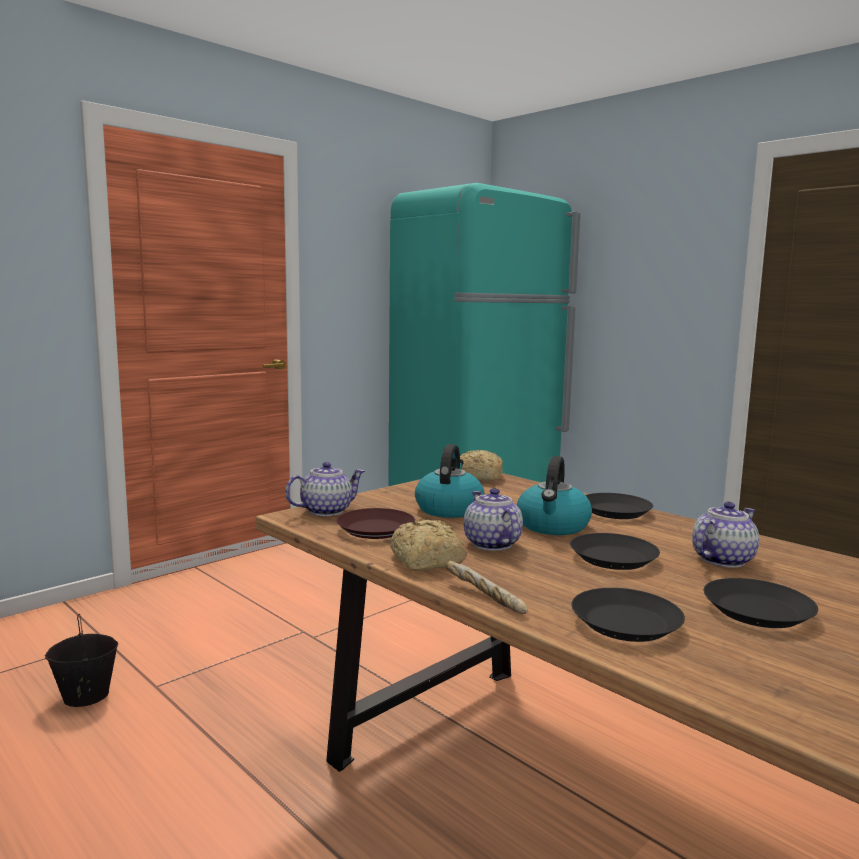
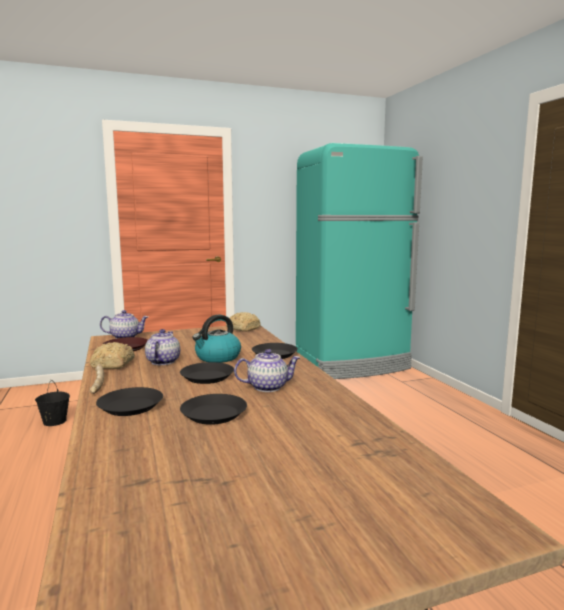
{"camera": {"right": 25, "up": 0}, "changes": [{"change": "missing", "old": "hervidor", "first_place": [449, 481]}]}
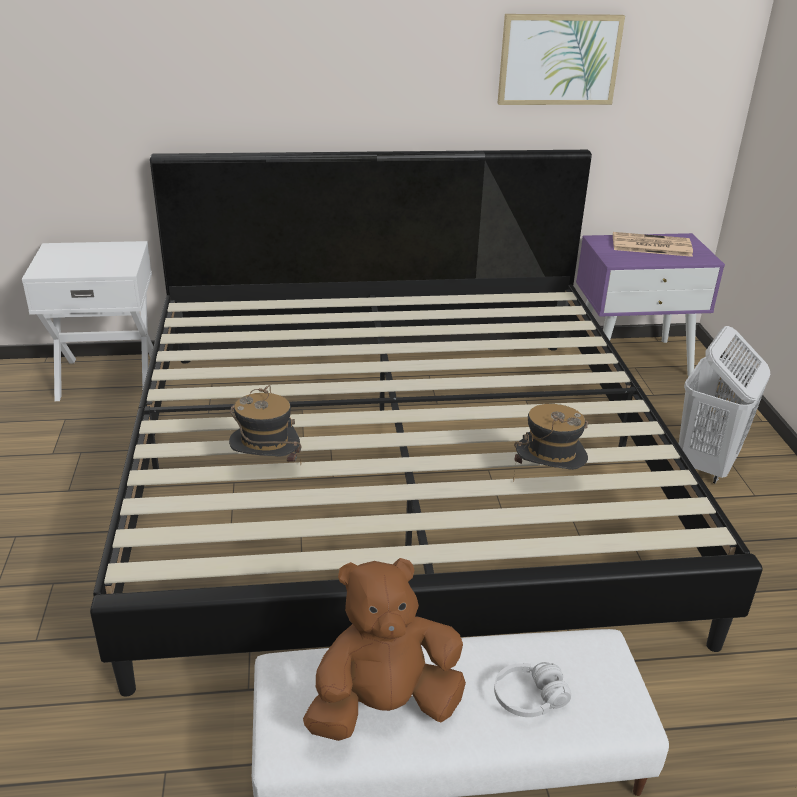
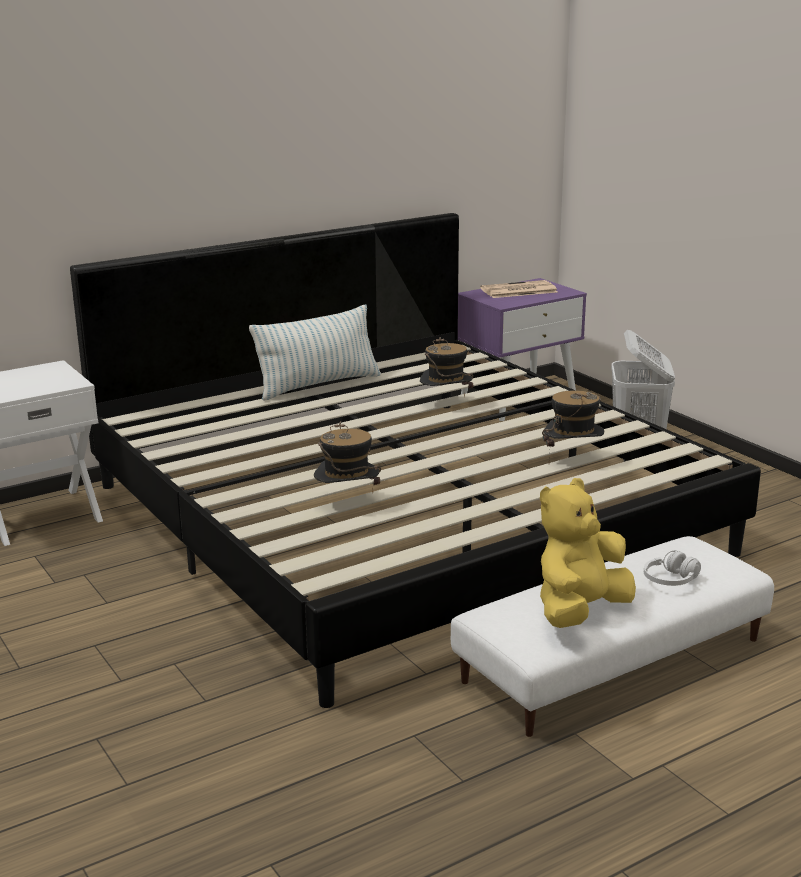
{"camera": {"right": -25, "up": -10}, "changes": [{"change": "colour", "old": "peluche (marrón)", "new": "peluche (amarillo)", "first_place": [384, 649], "second_place": [588, 553]}, {"change": "missing", "old": "cuadro", "first_place": [561, 59]}, {"change": "appeared", "new": "cojín", "second_place": [315, 353]}, {"change": "appeared", "new": "sombrero", "second_place": [446, 367]}]}
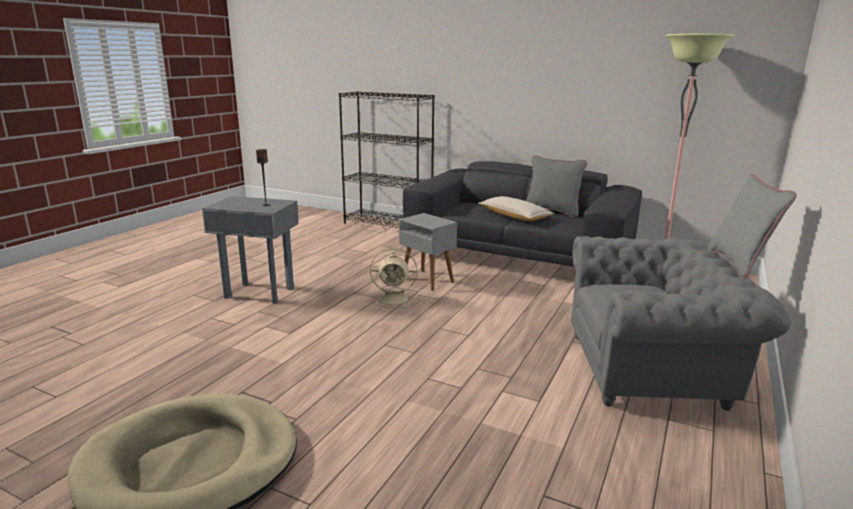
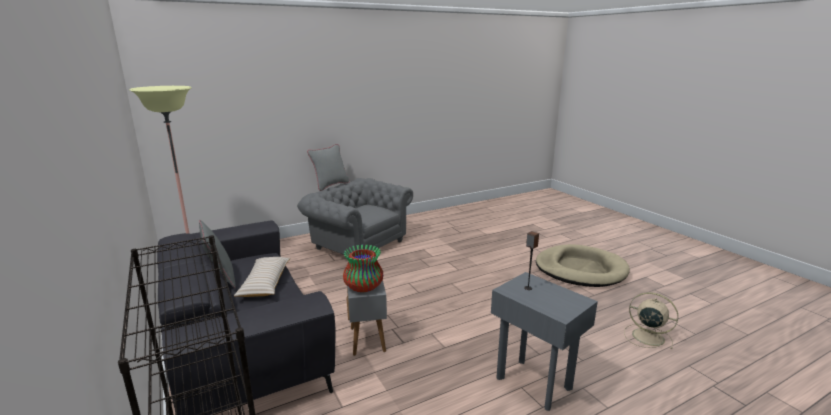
{"camera": {"right": -145, "up": 0}, "changes": [{"change": "relocated", "old": "ventilador (beis)", "first_place": [394, 278], "second_place": [651, 320]}, {"change": "appeared", "new": "florero", "second_place": [363, 268]}]}
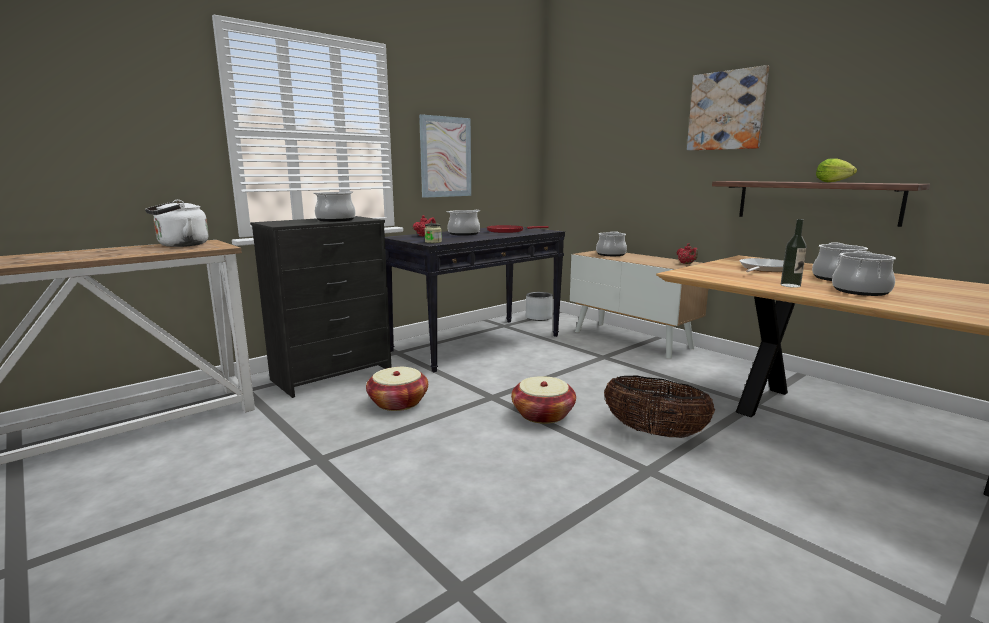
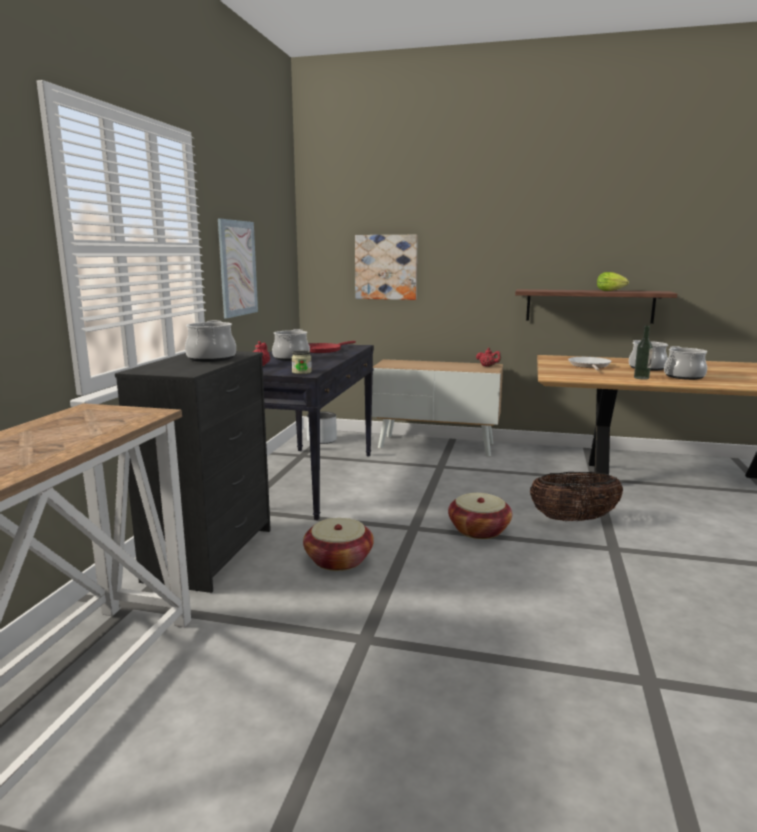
{"camera": {"right": -35, "up": 0}, "changes": [{"change": "missing", "old": "hervidor (blanco)", "first_place": [177, 223]}, {"change": "missing", "old": "olla", "first_place": [611, 243]}, {"change": "relocated", "old": "cuadro", "first_place": [728, 108], "second_place": [386, 267]}]}
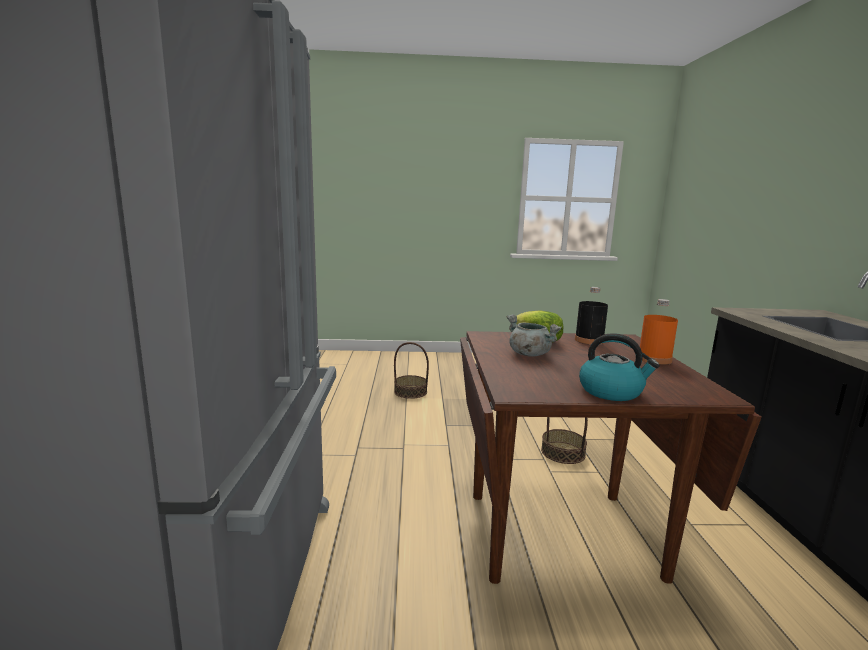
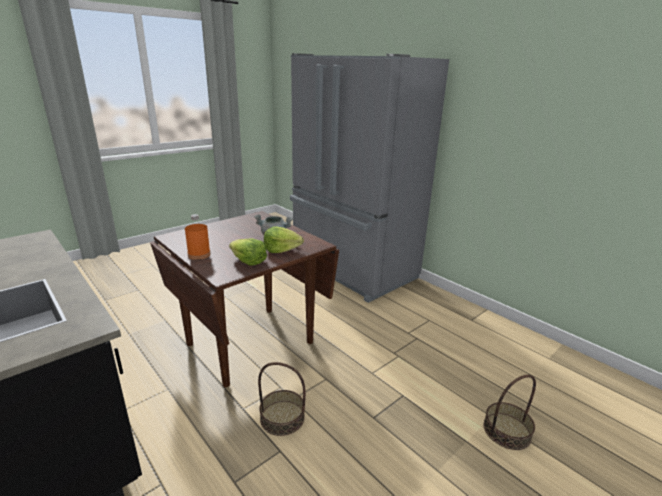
{"camera": {"right": 140, "up": 10}, "changes": [{"change": "exchanged", "old": "botella (negro)", "new": "lechuga", "first_place": [591, 316], "second_place": [248, 252]}, {"change": "missing", "old": "hervidor", "first_place": [619, 367]}]}
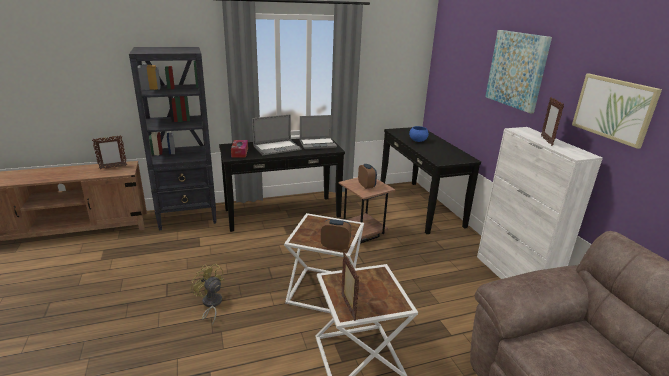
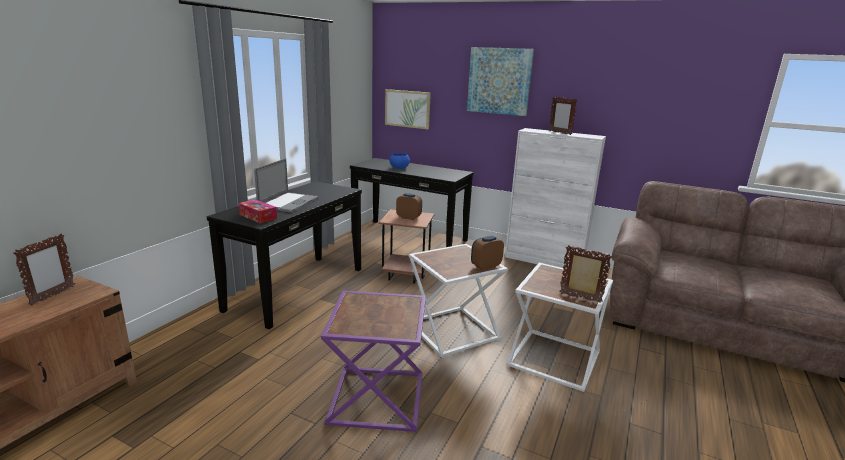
{"camera": {"right": -45, "up": -5}, "changes": [{"change": "missing", "old": "estantería (negro)", "first_place": [173, 139]}, {"change": "exchanged", "old": "ventilador (amarillo)", "new": "mesa auxiliar (morado)", "first_place": [207, 295], "second_place": [373, 361]}, {"change": "missing", "old": "portátil", "first_place": [318, 132]}, {"change": "relocated", "old": "cuadro", "first_place": [617, 111], "second_place": [408, 109]}]}
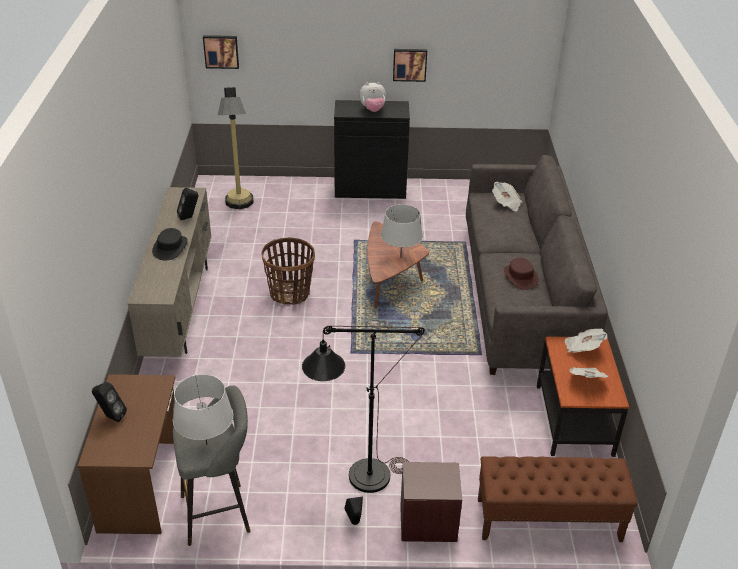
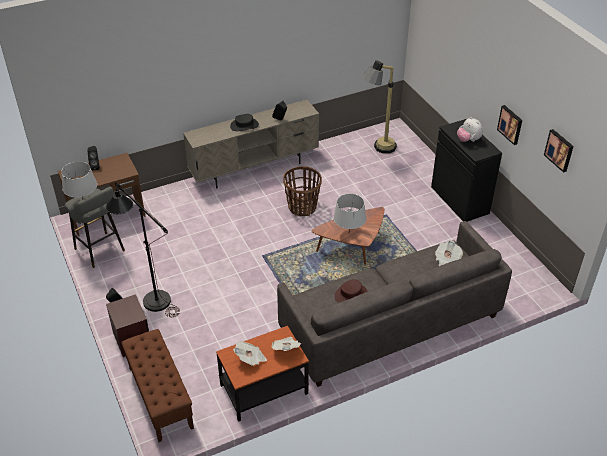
{"camera": {"right": 65, "up": 5}, "changes": [{"change": "relocated", "old": "cuadro", "first_place": [221, 52], "second_place": [559, 151]}]}
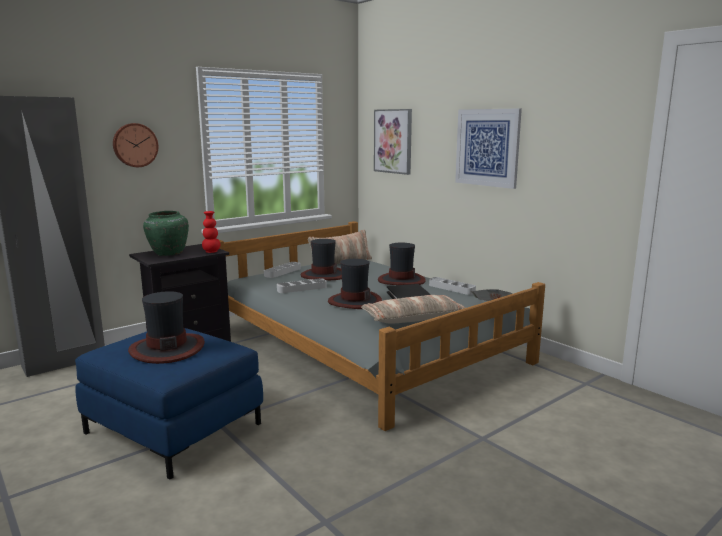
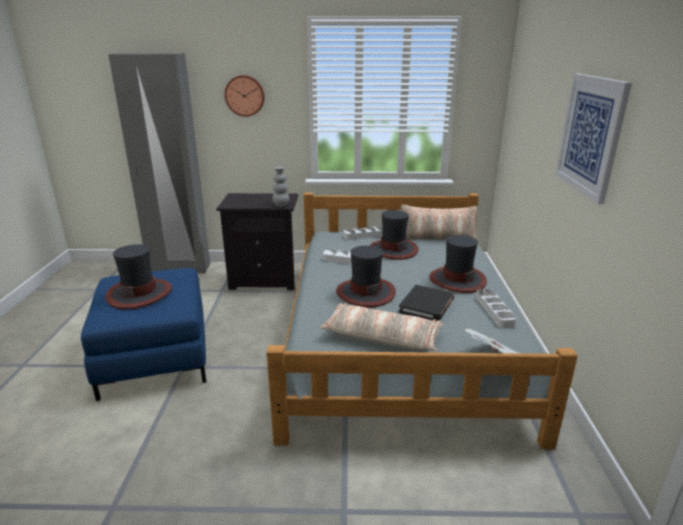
{"camera": {"right": 40, "up": 10}, "changes": [{"change": "missing", "old": "florero (verde)", "first_place": [166, 233]}, {"change": "colour", "old": "florero (rojo)", "new": "florero (gris)", "first_place": [211, 232], "second_place": [280, 187]}, {"change": "missing", "old": "cuadro", "first_place": [393, 142]}]}
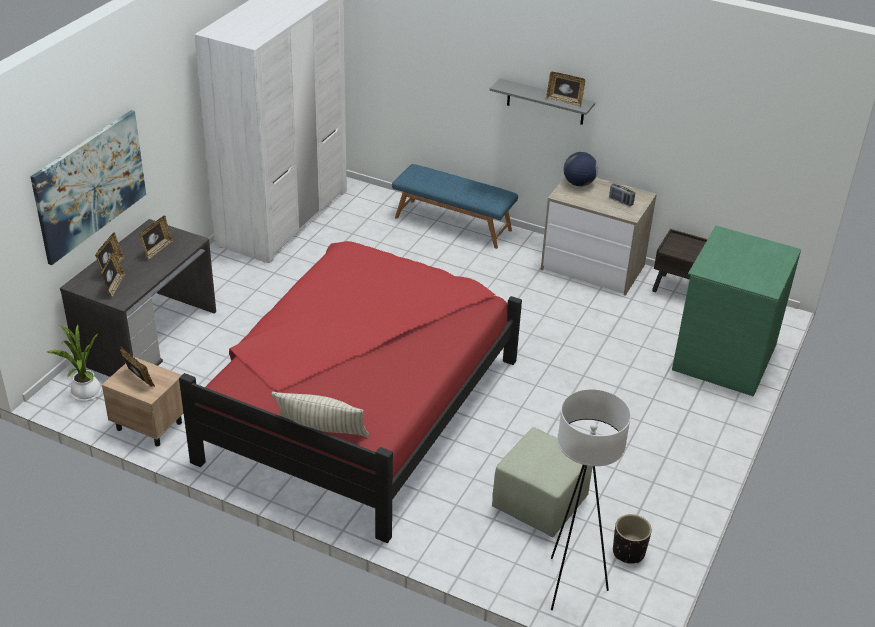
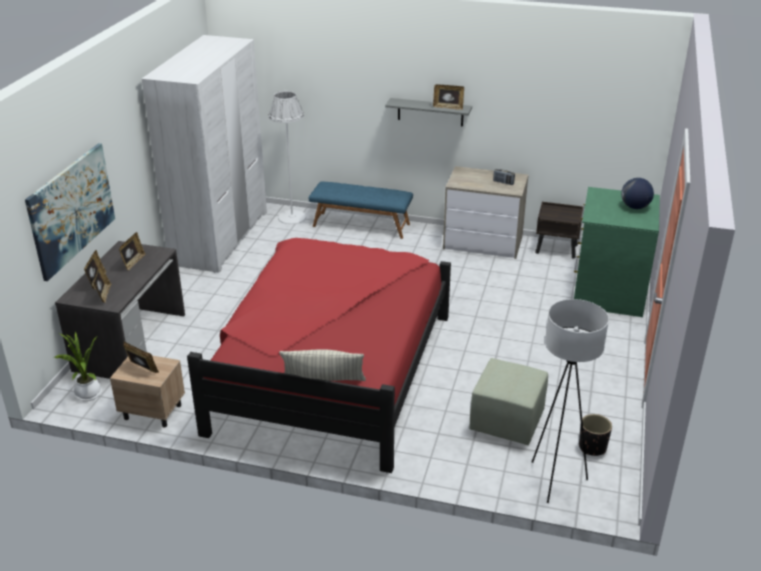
{"camera": {"right": -10, "up": -5}, "changes": [{"change": "relocated", "old": "globo terráqueo", "first_place": [581, 169], "second_place": [637, 193]}, {"change": "appeared", "new": "lámpara de pie (blanco)", "second_place": [287, 157]}]}
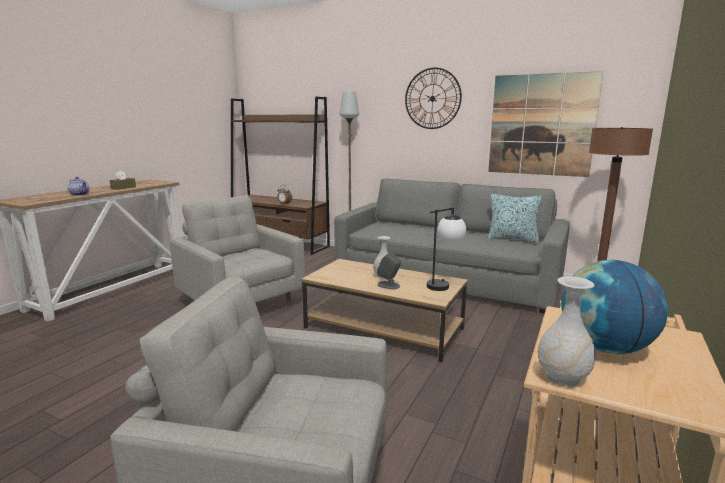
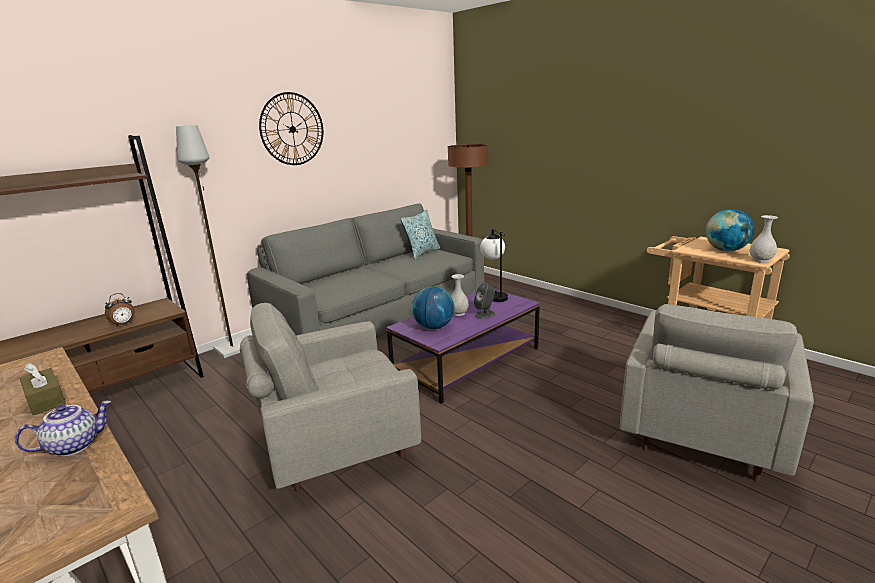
{"camera": {"right": -70, "up": 5}, "changes": [{"change": "colour", "old": "mesa de centro (marrón)", "new": "mesa de centro (morado)", "first_place": [384, 311], "second_place": [463, 347]}, {"change": "missing", "old": "cuadro", "first_place": [545, 124]}, {"change": "appeared", "new": "globo terráqueo", "second_place": [433, 308]}]}
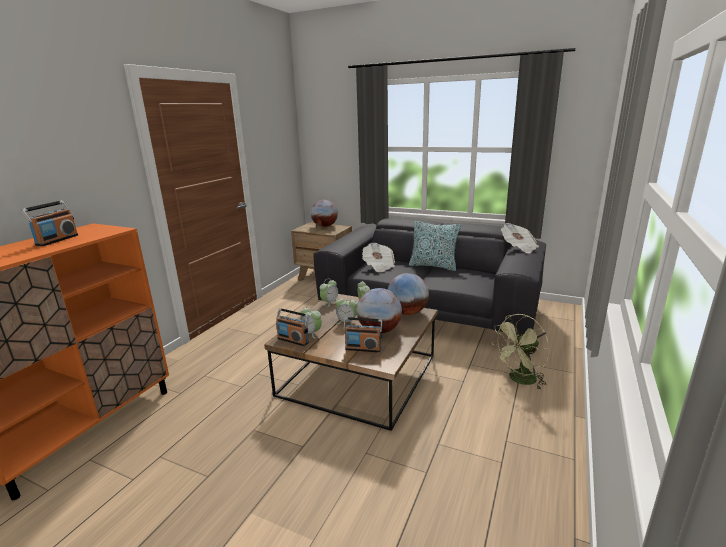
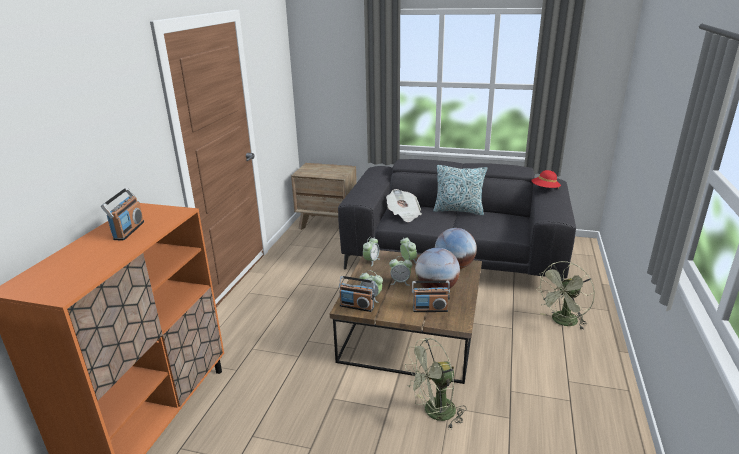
{"camera": {"right": -10, "up": 5}, "changes": [{"change": "missing", "old": "globo terráqueo", "first_place": [324, 213]}, {"change": "exchanged", "old": "periódico", "new": "sombrero (rojo)", "first_place": [520, 238], "second_place": [546, 179]}, {"change": "appeared", "new": "ventilador (verde)", "second_place": [436, 383]}]}
